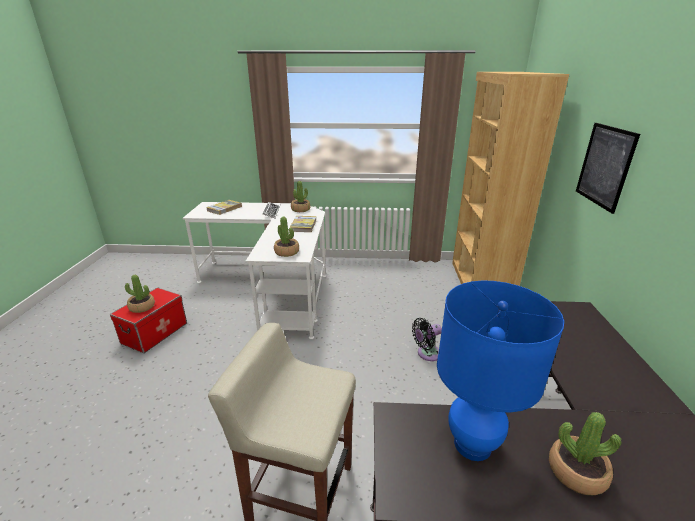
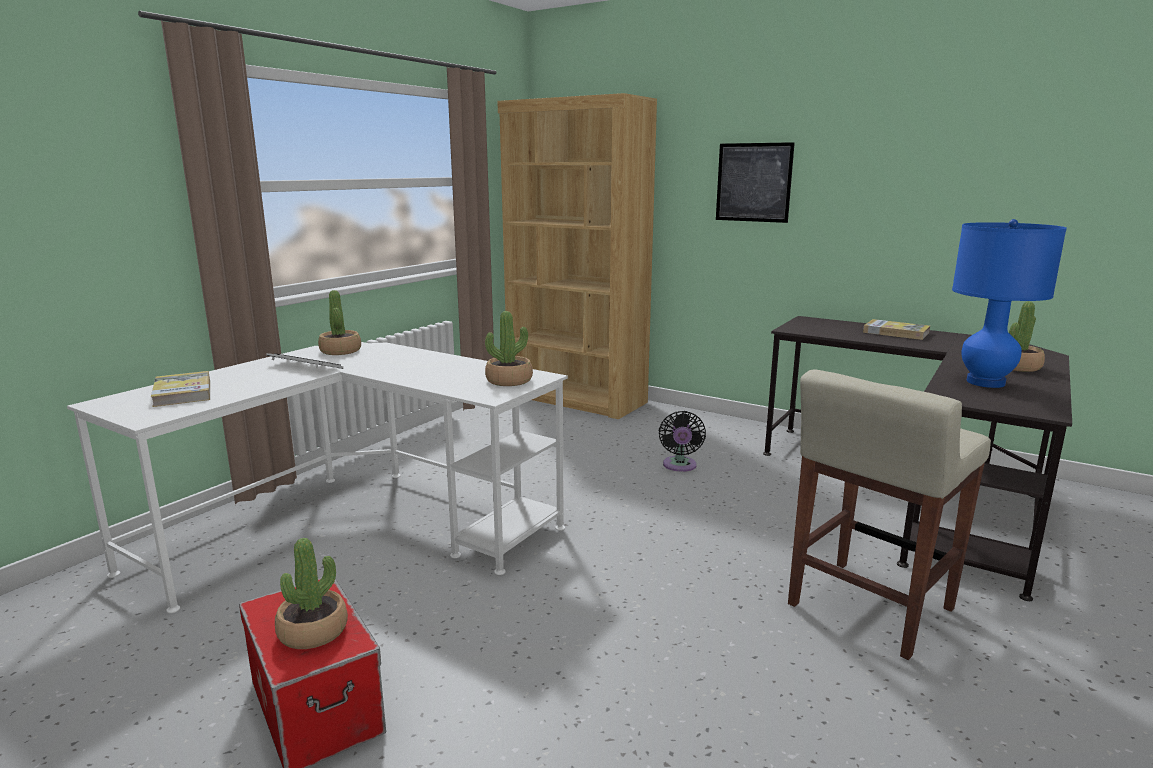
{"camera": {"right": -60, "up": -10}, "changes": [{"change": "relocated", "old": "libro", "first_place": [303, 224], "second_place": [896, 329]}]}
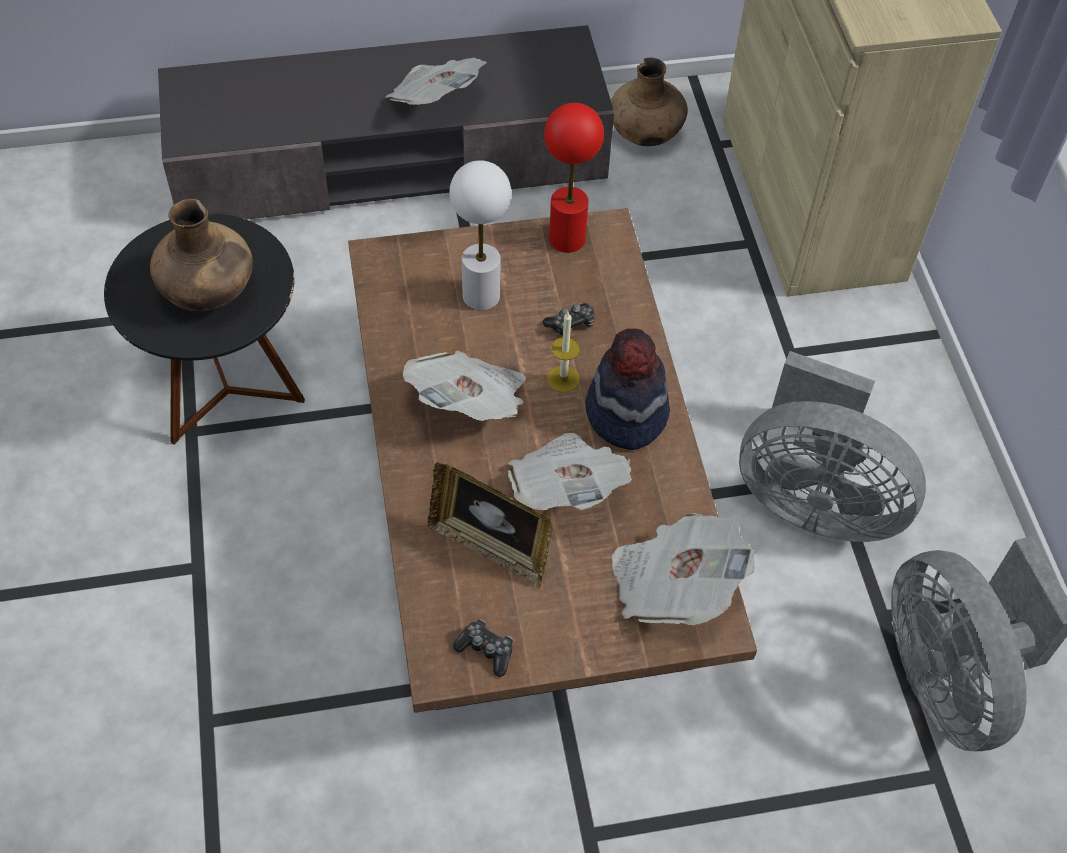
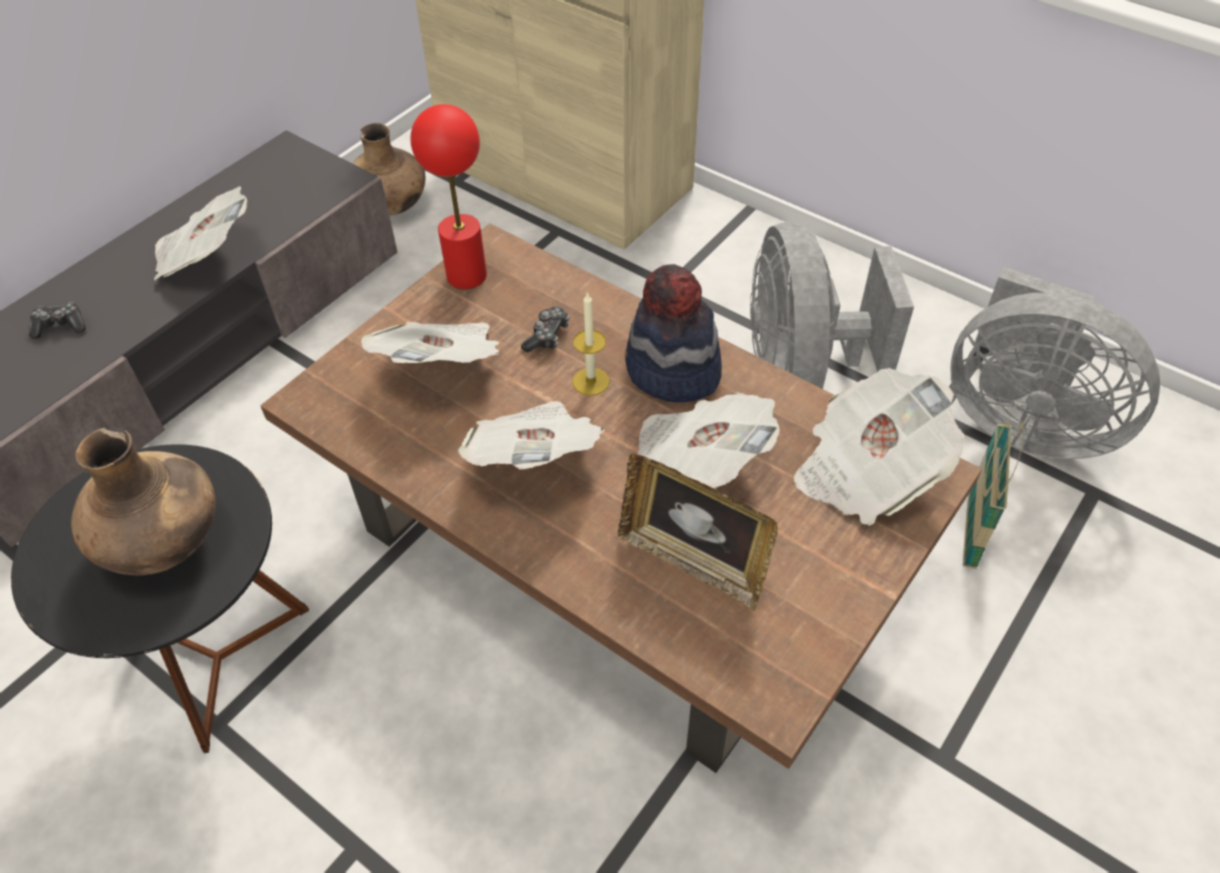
{"camera": {"right": -40, "up": -5}, "changes": [{"change": "spun", "old": "portarretratos", "first_place": [490, 525], "second_place": [698, 532], "degrees": 45}, {"change": "exchanged", "old": "lámpara de mesa (blanco)", "new": "periódico", "first_place": [480, 235], "second_place": [430, 342]}, {"change": "relocated", "old": "mando de consola", "first_place": [483, 648], "second_place": [57, 320]}, {"change": "spun", "old": "ventilador (gris)", "first_place": [832, 446], "second_place": [832, 305], "degrees": 105}, {"change": "appeared", "new": "cesta", "second_place": [993, 494]}]}
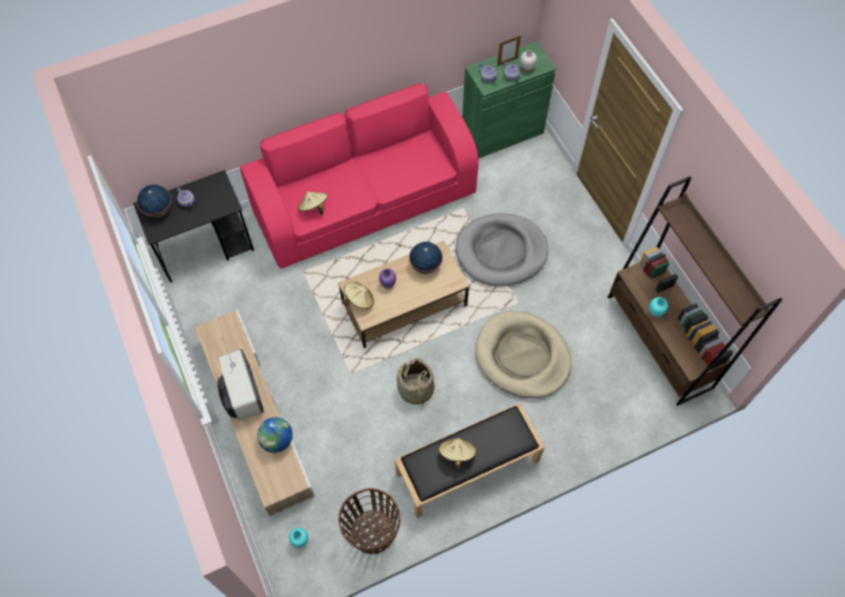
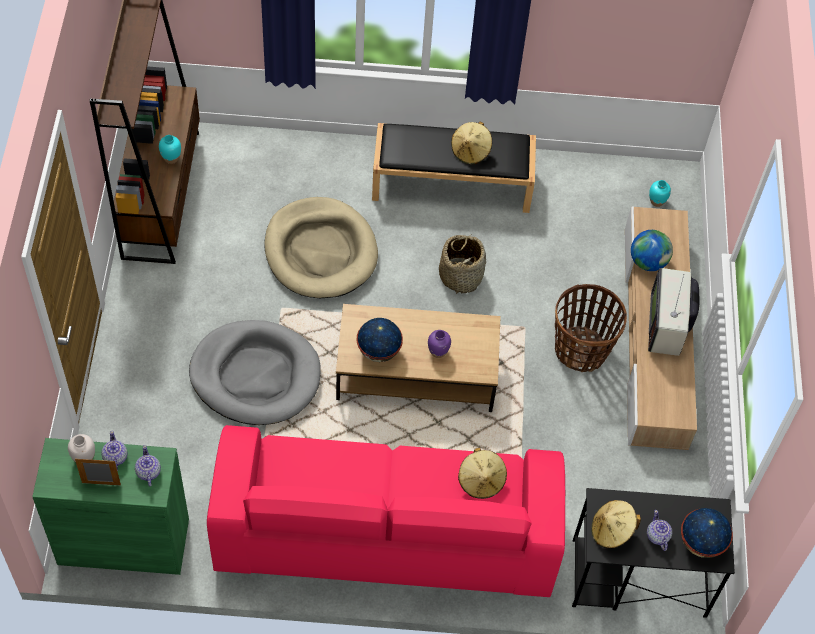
{"camera": {"right": -155, "up": -5}, "changes": [{"change": "relocated", "old": "cesta", "first_place": [369, 521], "second_place": [591, 328]}, {"change": "relocated", "old": "sombrero (beis)", "first_place": [358, 295], "second_place": [616, 524]}]}
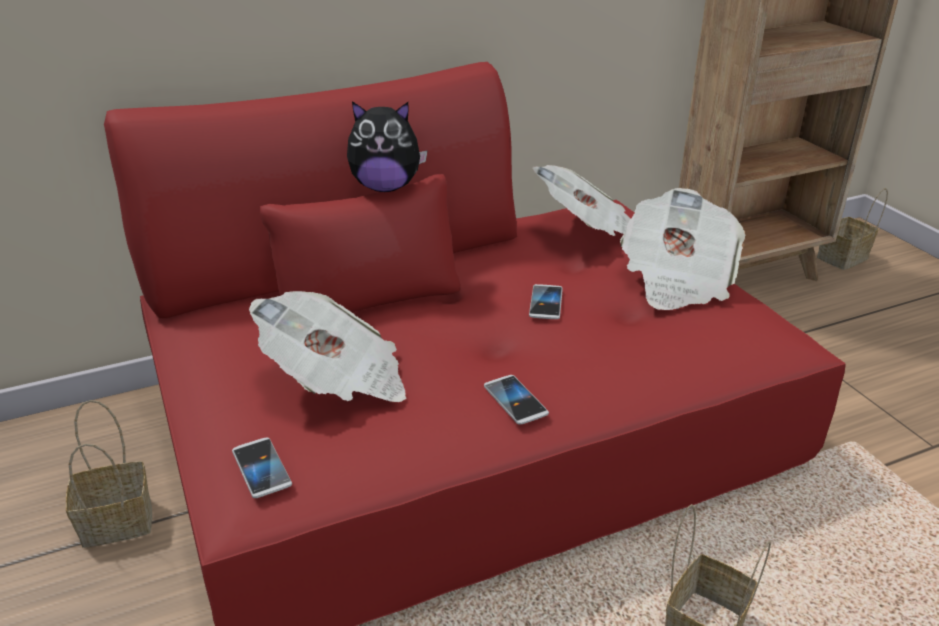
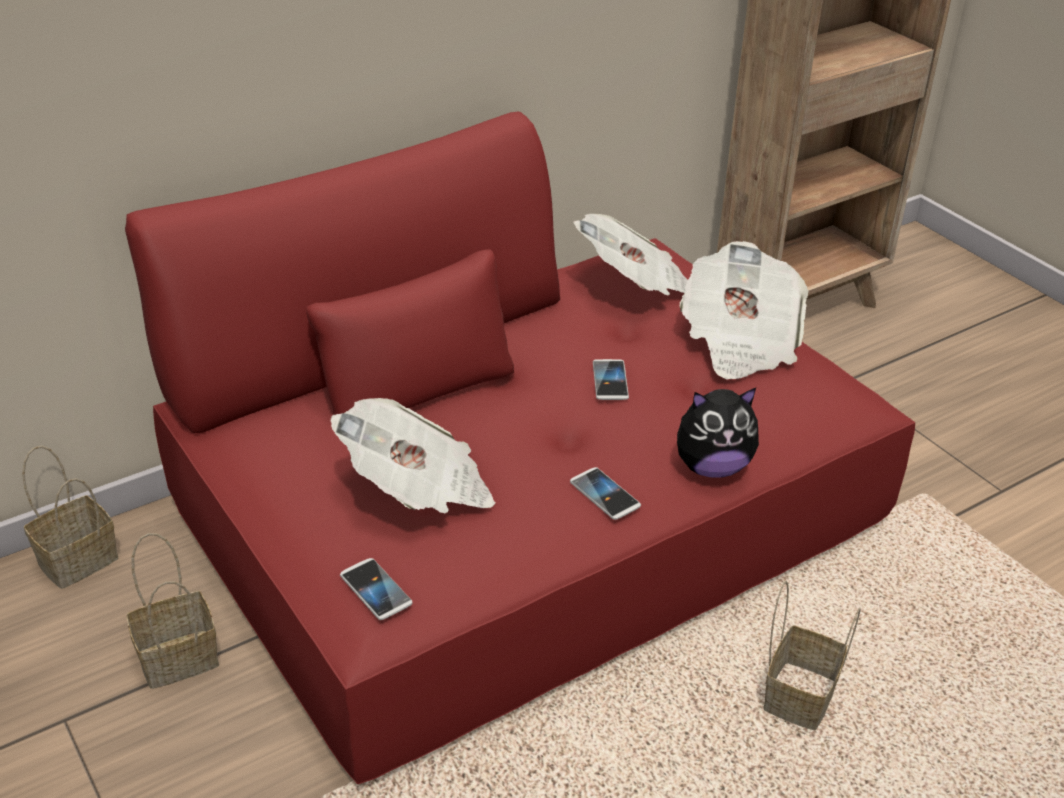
{"camera": {"right": -10, "up": 5}, "changes": [{"change": "relocated", "old": "peluche", "first_place": [387, 146], "second_place": [718, 433]}, {"change": "relocated", "old": "cesta", "first_place": [852, 229], "second_place": [70, 517]}]}
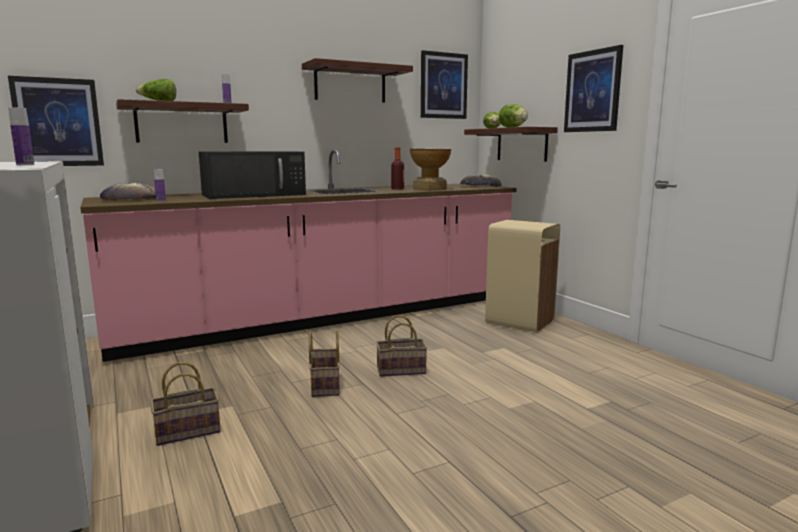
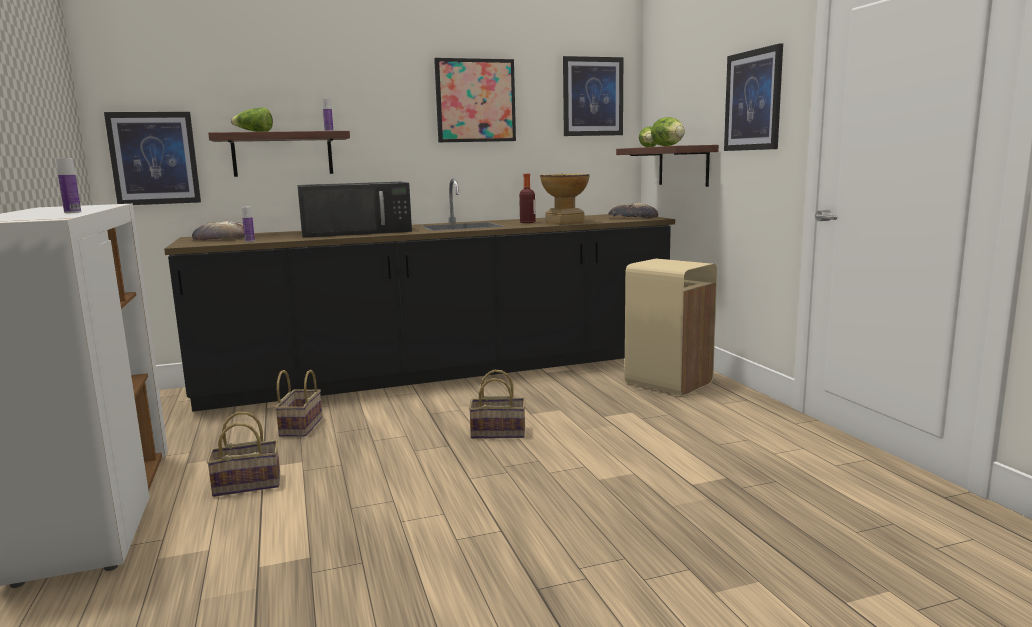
{"camera": {"right": 10, "up": 0}, "changes": [{"change": "colour", "old": "mueble bajo de cocina (rosa)", "new": "mueble bajo de cocina (negro)", "first_place": [298, 256], "second_place": [419, 295]}, {"change": "exchanged", "old": "estante", "new": "cuadro", "first_place": [357, 80], "second_place": [475, 100]}, {"change": "relocated", "old": "cesta", "first_place": [324, 363], "second_place": [299, 403]}]}
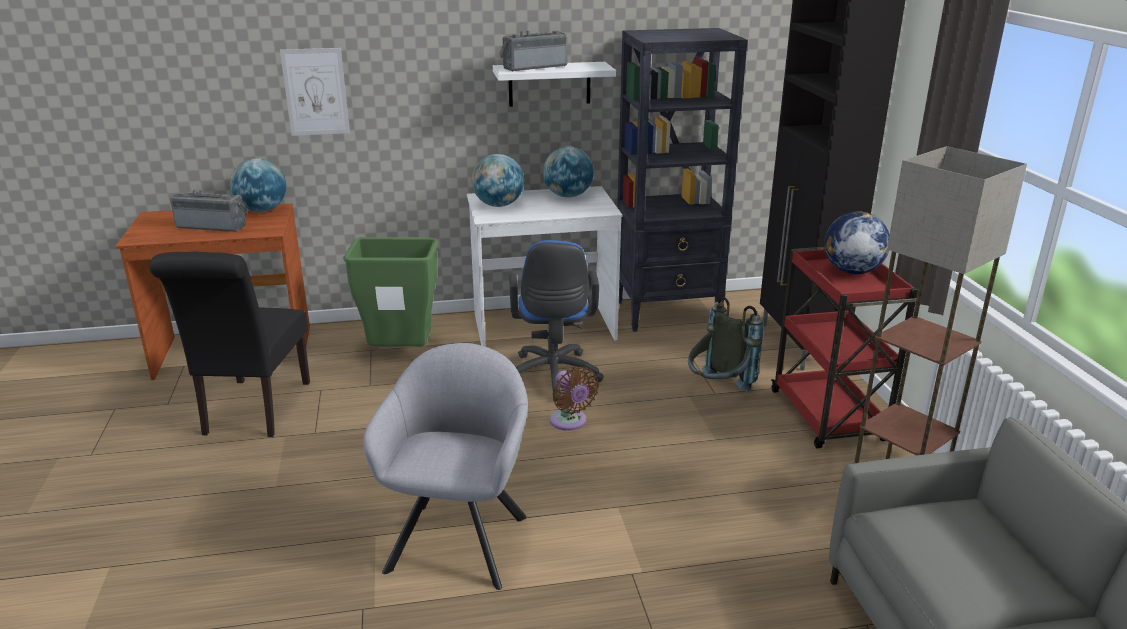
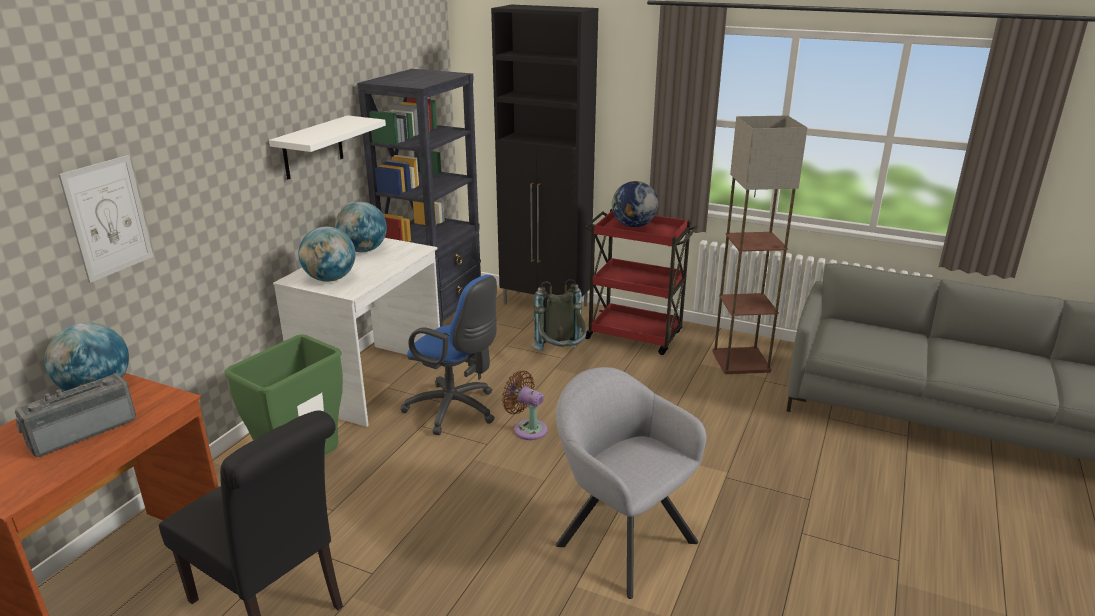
{"camera": {"right": -55, "up": 0}, "changes": [{"change": "missing", "old": "radio", "first_place": [533, 51]}, {"change": "spun", "old": "ventilador (marrón)", "first_place": [574, 398], "second_place": [524, 405], "degrees": -150}]}
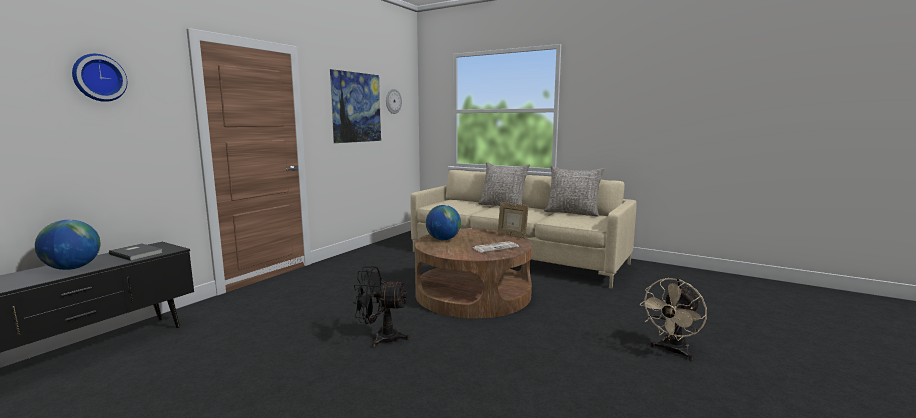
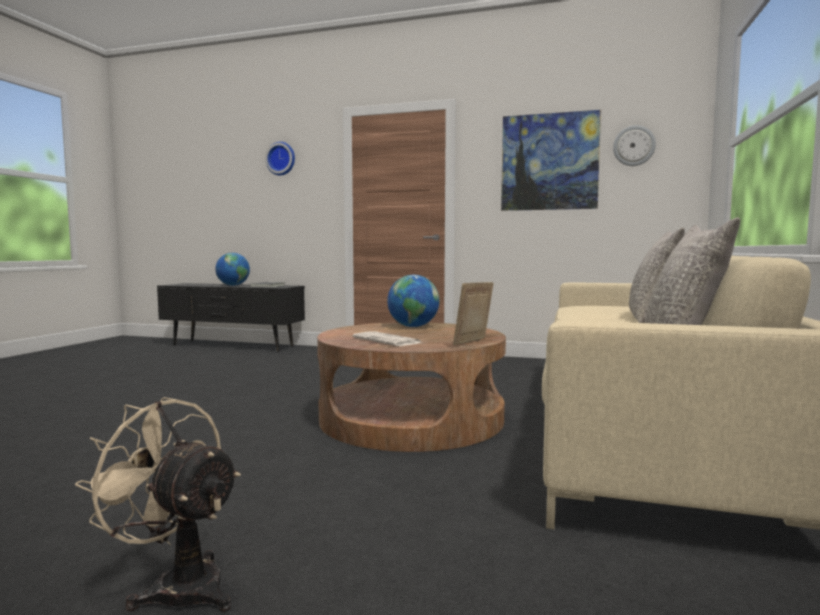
{"camera": {"right": 75, "up": -5}, "changes": [{"change": "missing", "old": "ventilador (negro)", "first_place": [381, 307]}]}
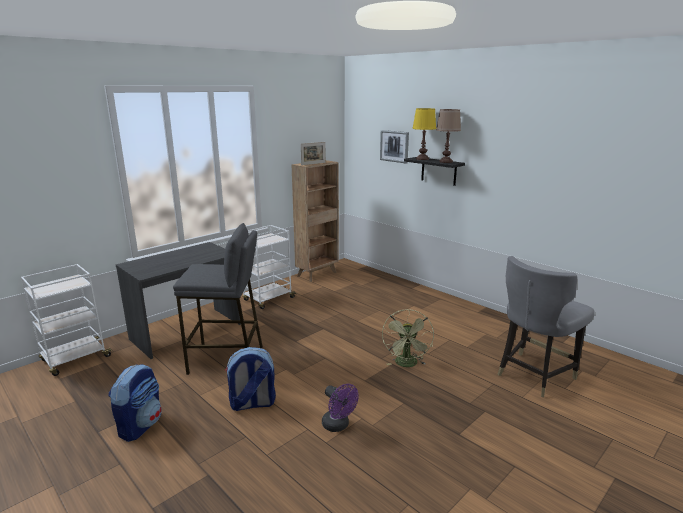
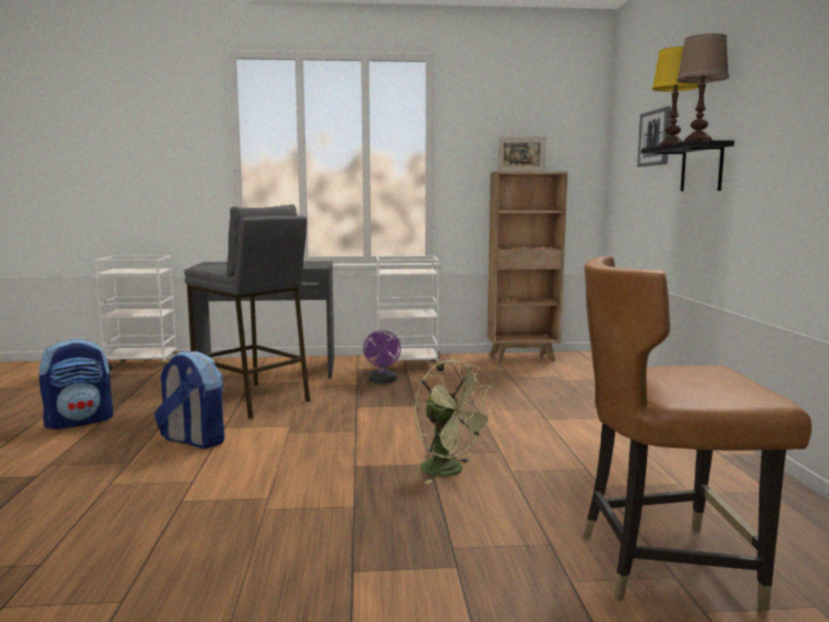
{"camera": {"right": 40, "up": -10}, "changes": [{"change": "relocated", "old": "ventilador (morado)", "first_place": [340, 408], "second_place": [382, 357]}, {"change": "spun", "old": "ventilador (verde)", "first_place": [408, 338], "second_place": [455, 422], "degrees": -90}, {"change": "colour", "old": "silla (gris)", "new": "silla (marrón)", "first_place": [546, 327], "second_place": [697, 433]}]}
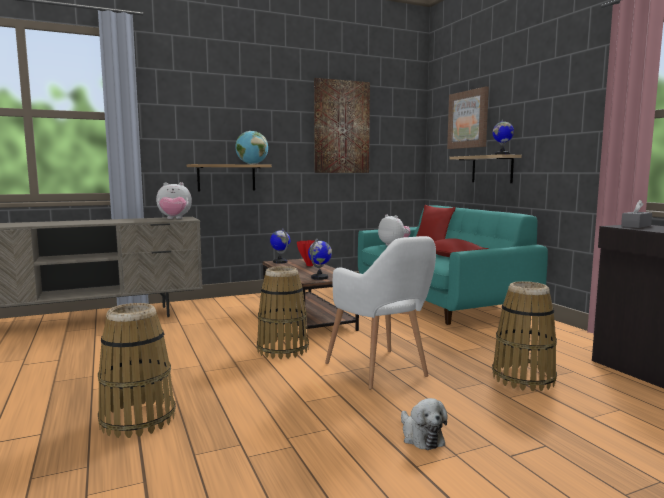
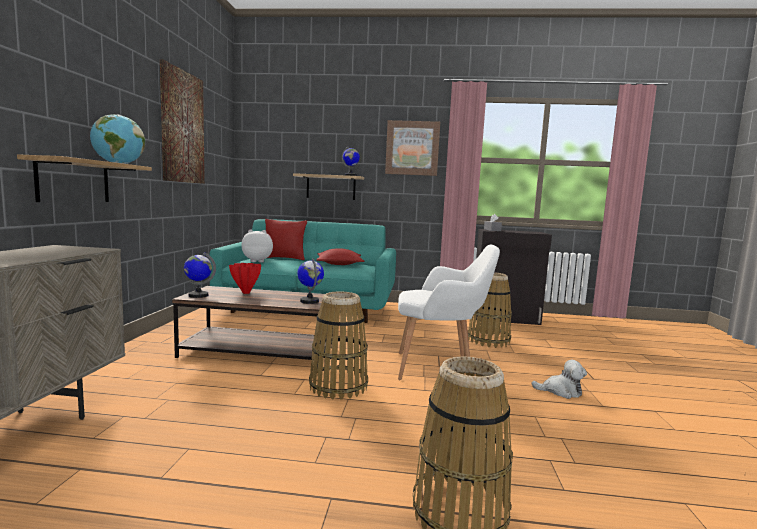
{"camera": {"right": -60, "up": 0}, "changes": [{"change": "missing", "old": "peluche", "first_place": [174, 200]}, {"change": "relocated", "old": "cuadro", "first_place": [468, 118], "second_place": [412, 148]}]}
